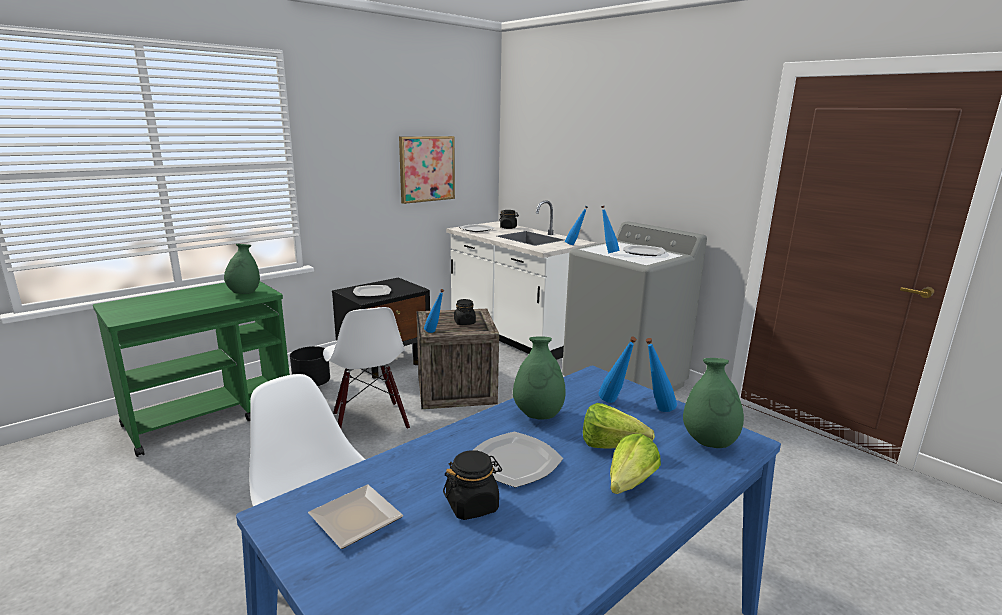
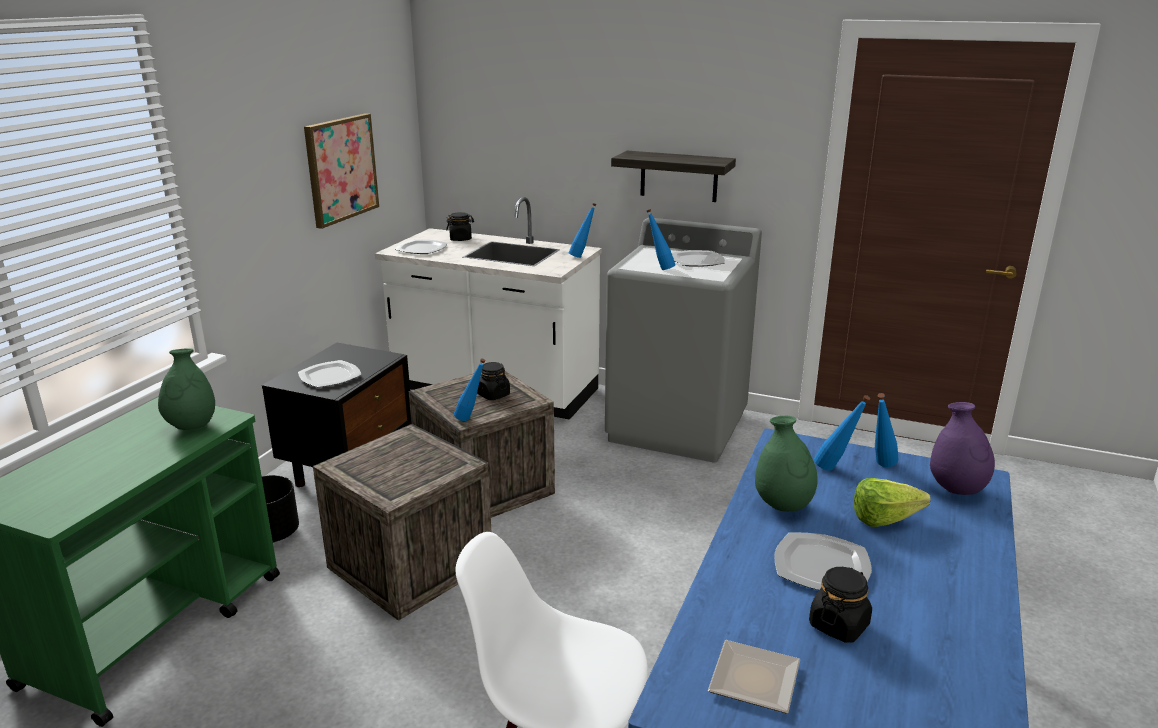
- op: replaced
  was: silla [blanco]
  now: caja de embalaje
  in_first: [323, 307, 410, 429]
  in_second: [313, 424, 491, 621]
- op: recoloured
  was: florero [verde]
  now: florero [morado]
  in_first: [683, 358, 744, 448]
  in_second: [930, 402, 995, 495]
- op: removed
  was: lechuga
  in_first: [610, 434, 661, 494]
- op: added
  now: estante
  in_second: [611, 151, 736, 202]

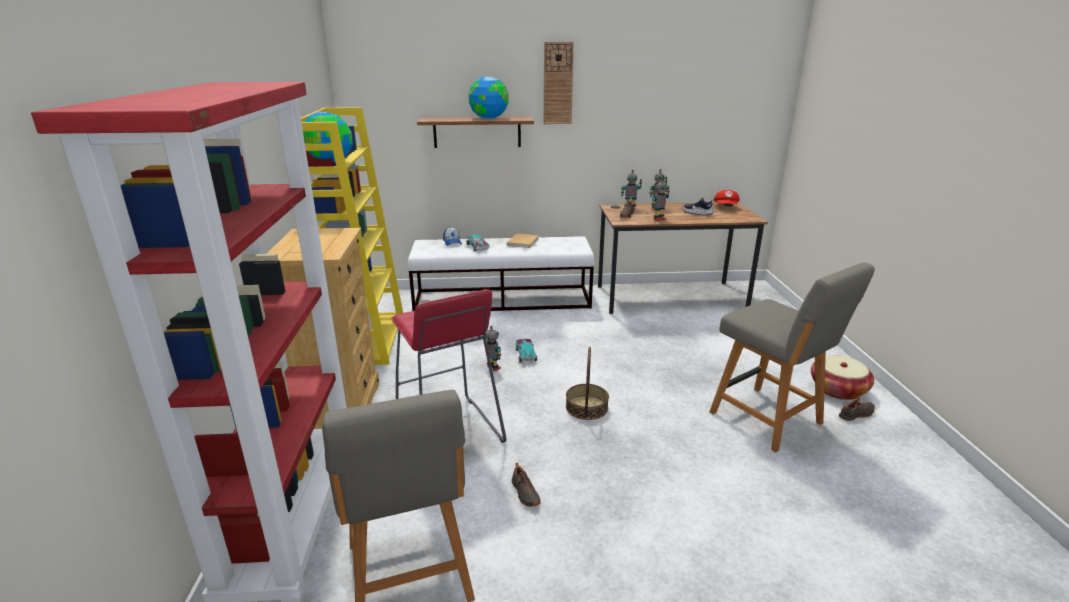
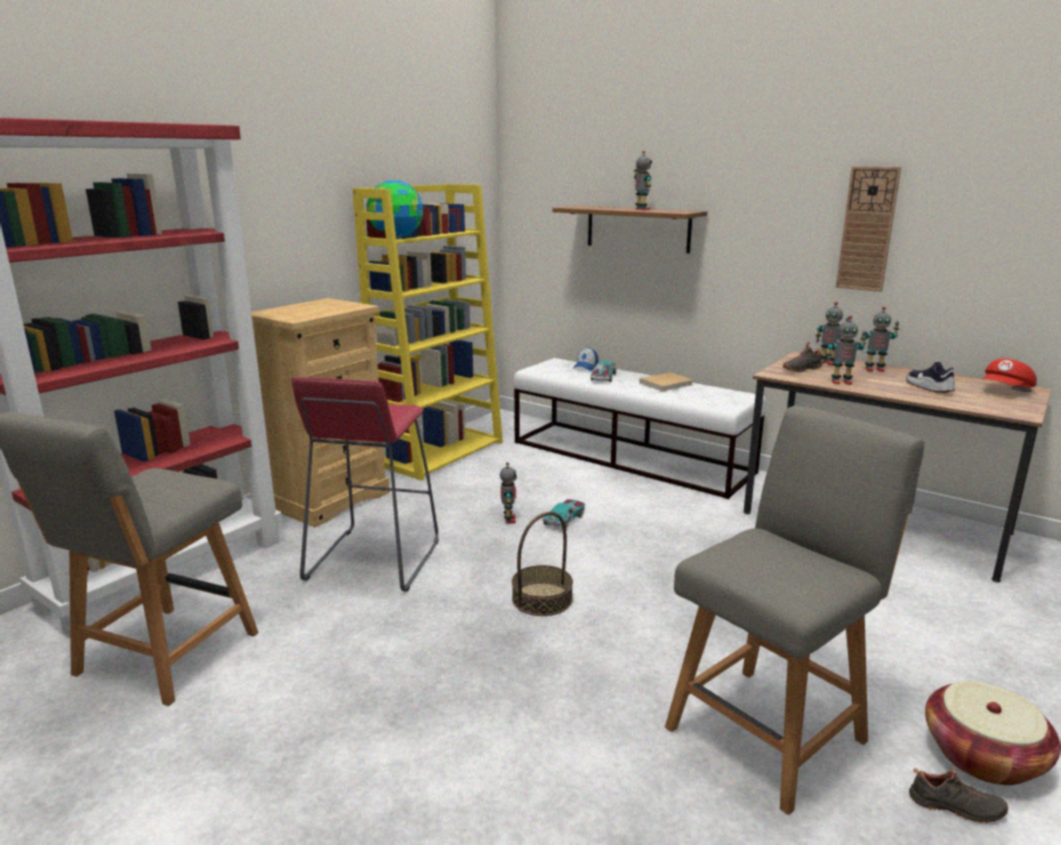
- op: moved
  was: reloj de pared
  in_first: [544, 42, 574, 124]
  in_second: [836, 166, 901, 292]
- op: replaced
  was: globo terráqueo
  now: robot de juguete
  in_first: [468, 76, 509, 119]
  in_second: [634, 151, 652, 210]
- op: turned
  was: silla [gris]
  in_first: [709, 262, 875, 452]
  in_second: [665, 406, 924, 815]
  clockwise: -135
- op: removed
  was: zapato [negro]
  in_first: [512, 463, 540, 507]

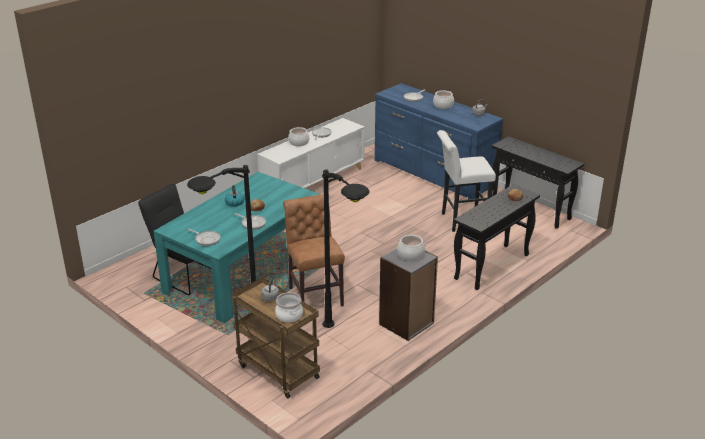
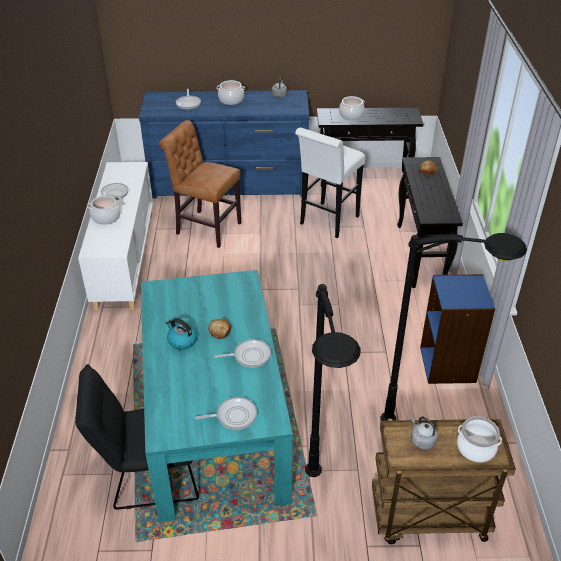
- op: moved
  was: silla [marrón]
  in_first: [283, 194, 345, 307]
  in_second: [159, 120, 241, 248]
- op: moved
  was: olla
  in_first: [397, 235, 426, 261]
  in_second: [339, 96, 365, 120]
- op: recoloured
  was: estantería [gris]
  now: estantería [azul]
  in_first: [379, 248, 438, 341]
  in_second: [420, 274, 495, 384]

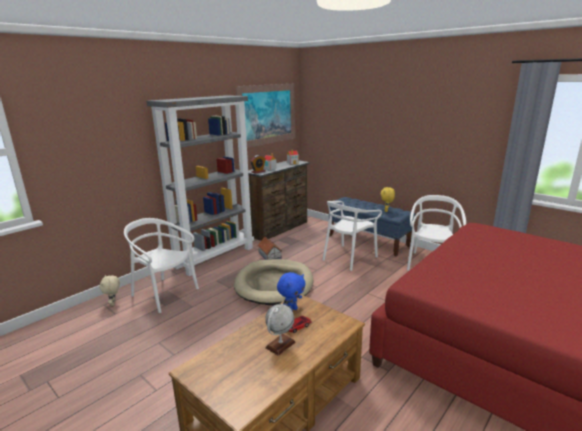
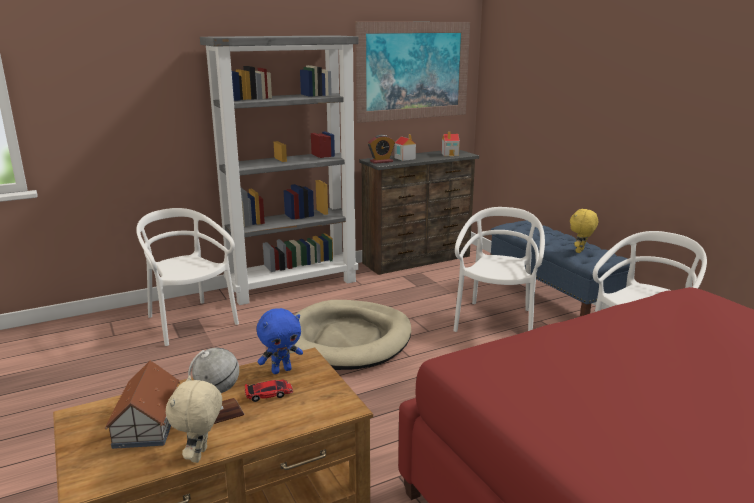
- op: turned
  was: silla [blanco]
  in_first: [323, 201, 382, 271]
  in_second: [453, 207, 545, 332]
  clockwise: 135
- op: moved
  was: casita
  in_first: [257, 237, 282, 260]
  in_second: [105, 360, 180, 449]
- op: moved
  was: peluche [beis]
  in_first: [99, 275, 120, 306]
  in_second: [166, 375, 222, 463]

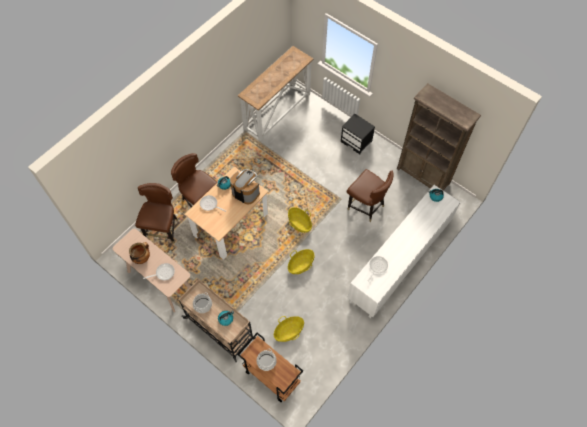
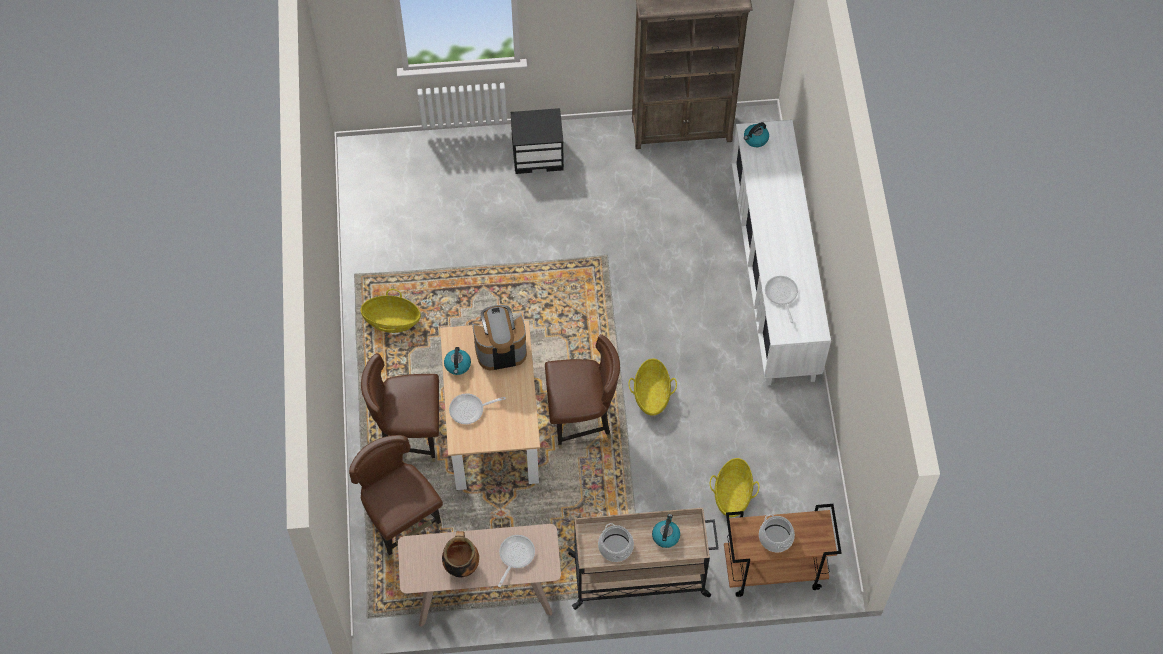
- op: removed
  was: mesa consola
  in_first: [238, 46, 313, 141]
- op: moved
  was: silla [marrón]
  in_first: [347, 169, 394, 222]
  in_second: [545, 334, 620, 449]
- op: moved
  was: cesta
  in_first: [288, 207, 312, 233]
  in_second: [360, 289, 421, 333]

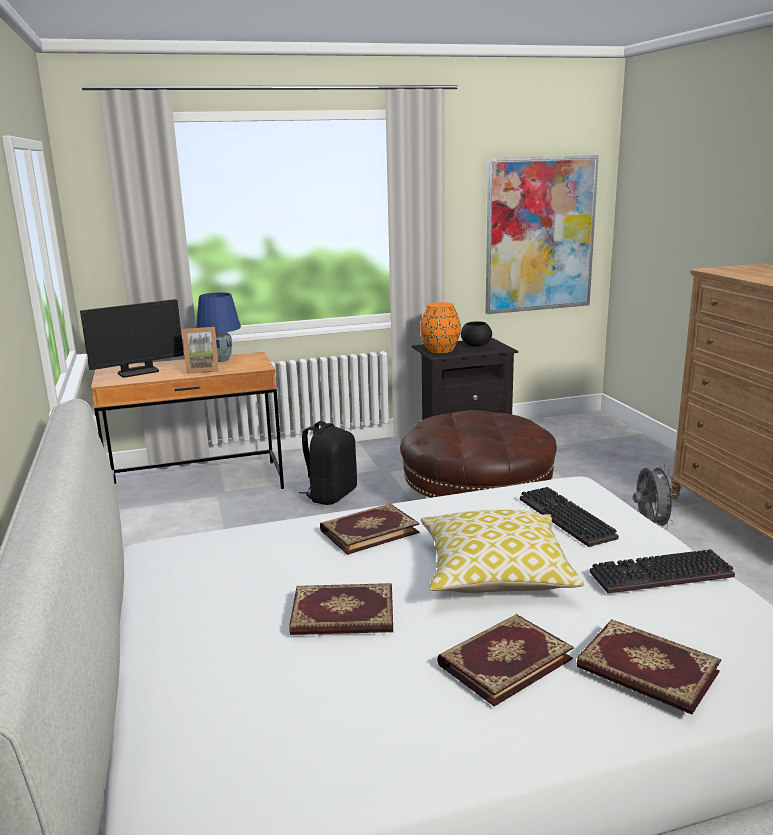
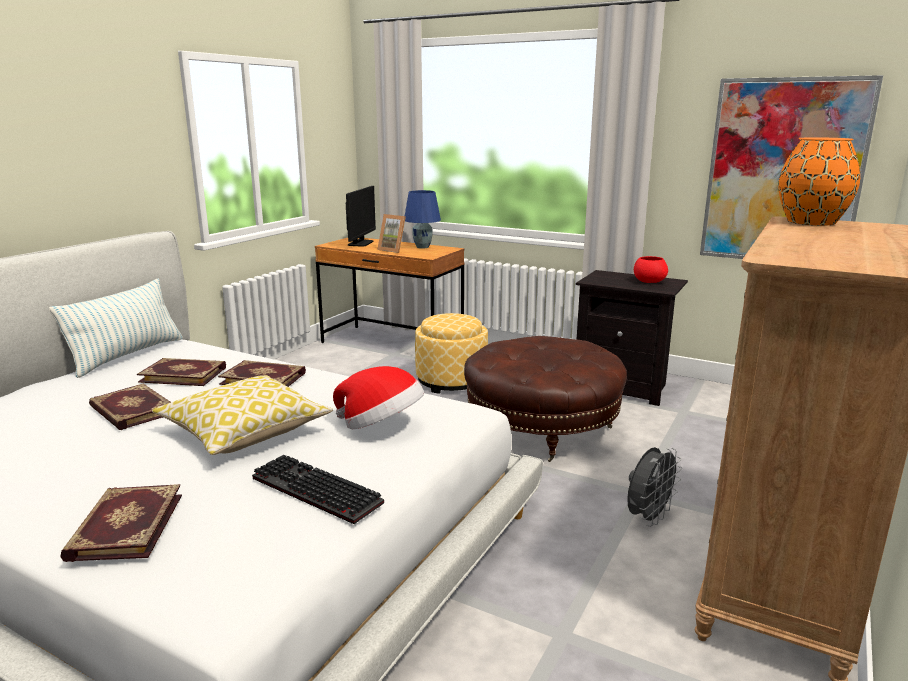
- op: turned
  was: monitor
  in_first: [80, 299, 184, 377]
  in_second: [346, 186, 376, 247]
  clockwise: -90
- op: moved
  was: florero [naranja]
  in_first: [420, 302, 461, 353]
  in_second: [778, 137, 860, 226]
- op: recoloured
  was: cuenco [negro]
  now: cuenco [rojo]
  in_first: [461, 322, 492, 347]
  in_second: [634, 256, 668, 283]
- op: replaced
  was: mochila [negro]
  now: puf
  in_first: [299, 421, 357, 505]
  in_second: [415, 313, 488, 394]
- op: replaced
  was: teclado
  now: sombrero
  in_first: [520, 487, 619, 547]
  in_second: [333, 366, 424, 429]
- op: moved
  was: libro
  in_first: [437, 614, 574, 707]
  in_second: [137, 358, 226, 386]
- op: added
  now: cojín
  in_second: [49, 279, 183, 378]

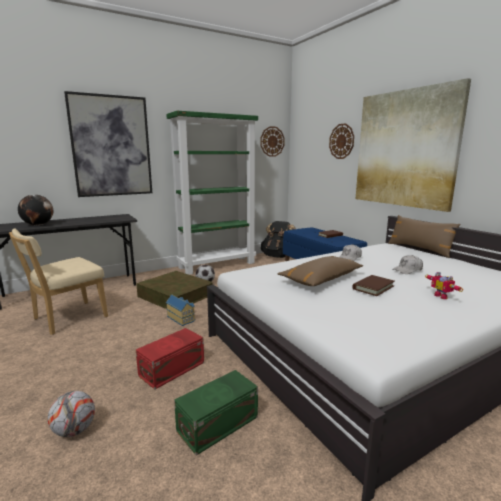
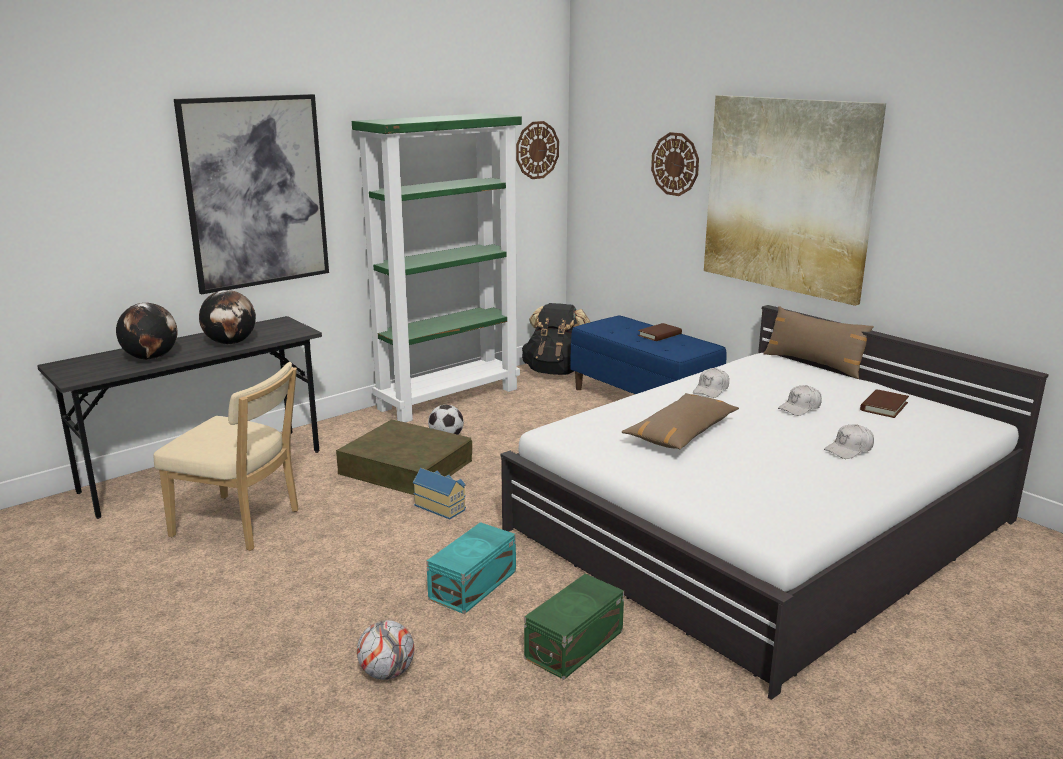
- op: turned
  was: silla [beis]
  in_first: [9, 228, 108, 335]
  in_second: [154, 362, 299, 551]
  clockwise: -105
- op: replaced
  was: robot de juguete
  now: gorra [blanco]
  in_first: [425, 272, 463, 299]
  in_second: [824, 424, 874, 459]
- op: moved
  was: libro [marrón]
  in_first: [352, 275, 395, 296]
  in_second: [860, 389, 909, 418]
- op: recoloured
  was: caja de almacenaje [rojo]
  now: caja de almacenaje [turquesa]
  in_first: [136, 328, 204, 389]
  in_second: [426, 522, 516, 614]
- op: added
  now: globo terráqueo
  in_second: [199, 290, 256, 345]

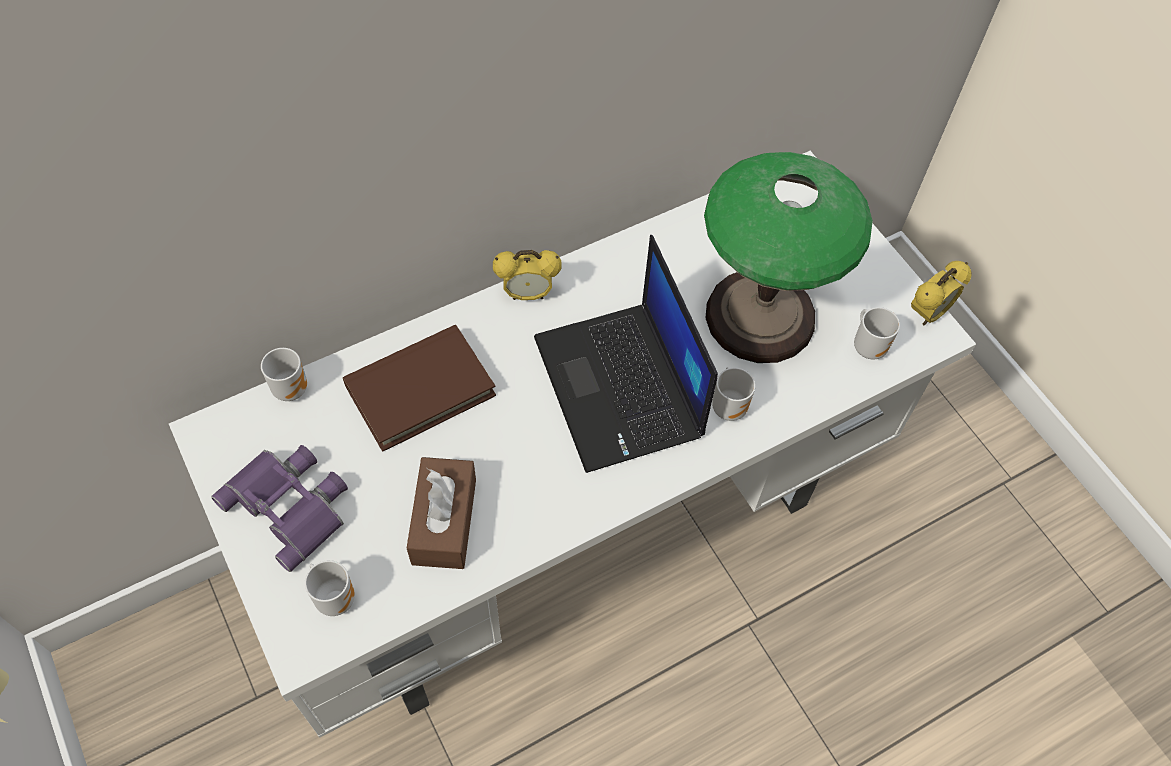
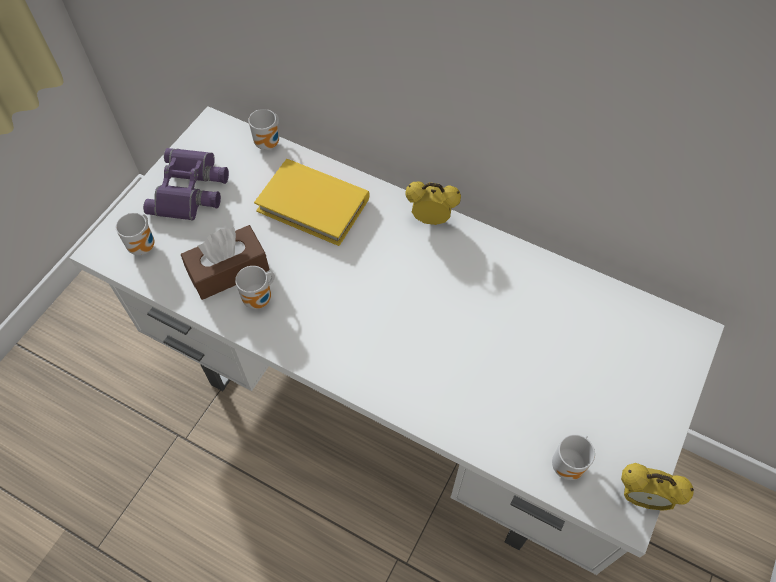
- op: removed
  was: lámpara de mesa
  in_first: [704, 152, 873, 363]
- op: removed
  was: portátil
  in_first: [534, 235, 718, 473]
- op: turned
  was: despertador
  in_first: [493, 250, 562, 300]
  in_second: [405, 181, 461, 225]
  clockwise: 135
- op: recoloured
  was: libro [marrón]
  now: libro [amarillo]
  in_first: [343, 325, 496, 452]
  in_second: [254, 159, 370, 246]
- op: moved
  was: taza grande
  in_first: [712, 367, 755, 421]
  in_second: [235, 266, 275, 309]

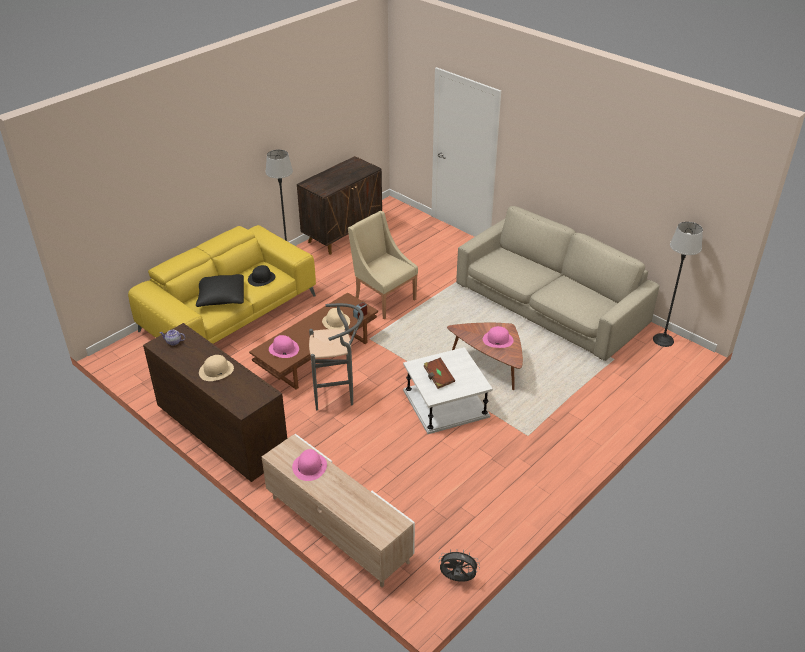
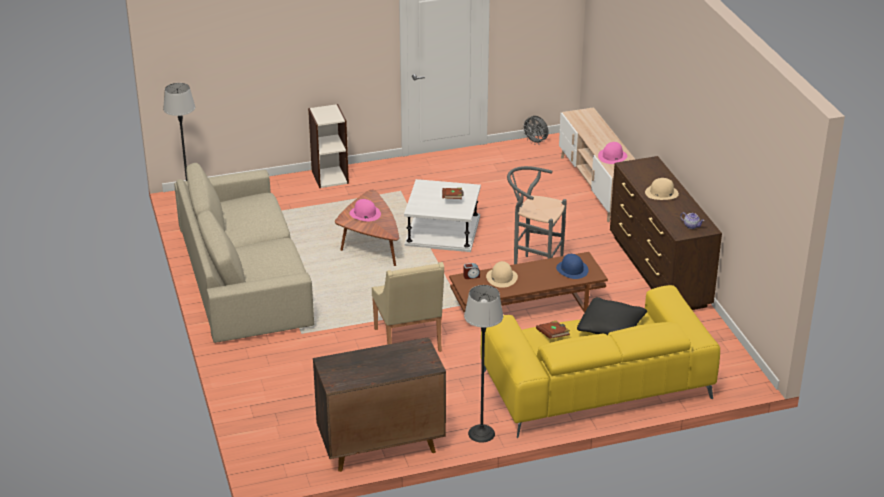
- op: replaced
  was: sombrero [negro]
  now: libro [marrón]
  in_first: [248, 265, 276, 286]
  in_second: [536, 321, 570, 339]
- op: recoloured
  was: sombrero [rosa]
  now: sombrero [azul]
  in_first: [269, 335, 299, 358]
  in_second: [556, 254, 589, 279]
- op: added
  now: estantería
  in_second: [308, 104, 349, 188]

